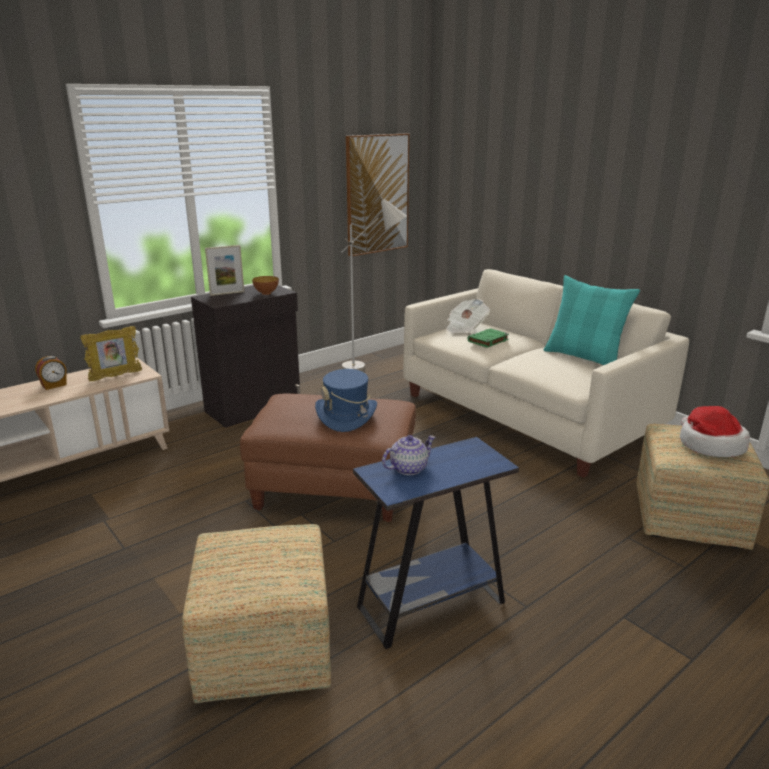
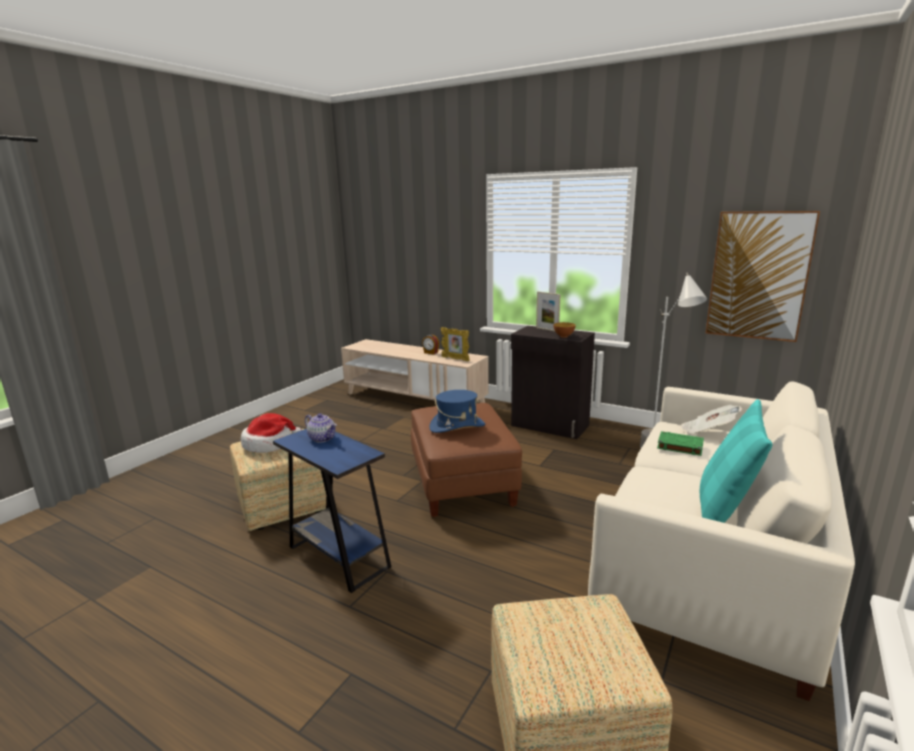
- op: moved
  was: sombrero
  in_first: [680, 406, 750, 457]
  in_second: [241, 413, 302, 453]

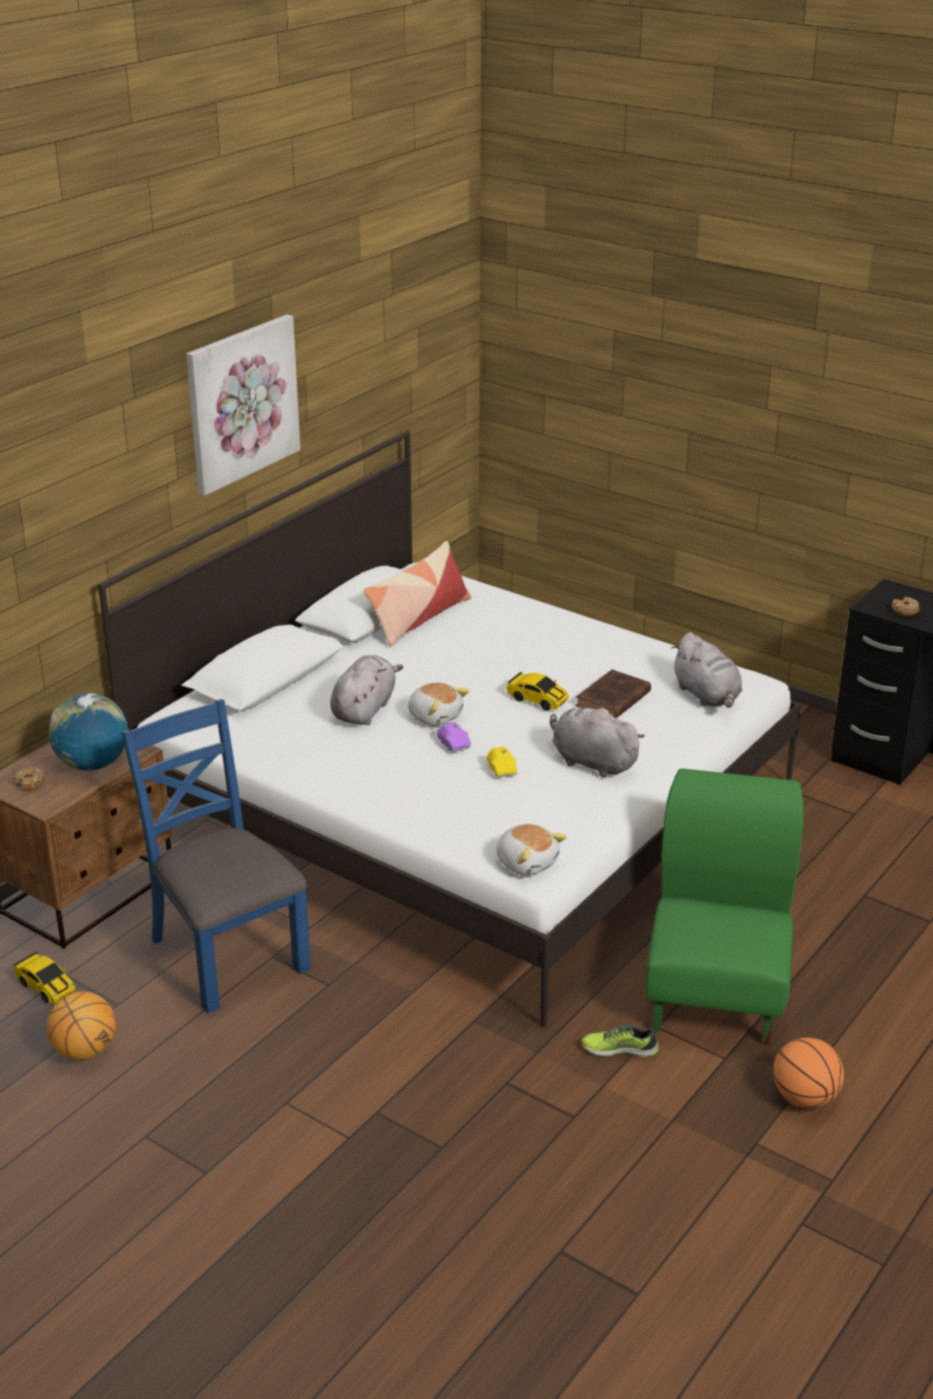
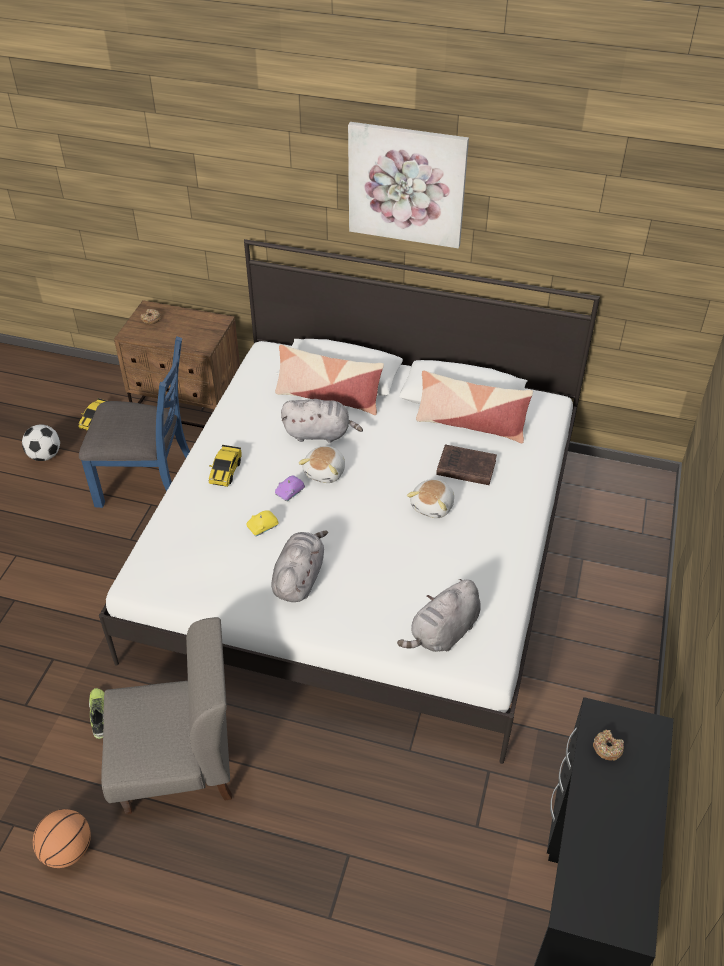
- op: moved
  was: libro [marrón]
  in_first: [576, 670, 651, 718]
  in_second: [436, 444, 497, 485]
- op: moved
  was: coche de juguete
  in_first: [506, 672, 569, 710]
  in_second: [209, 445, 242, 487]
- op: removed
  was: globo terráqueo
  in_first: [49, 693, 128, 771]
- op: turned
  was: silla [azul]
  in_first: [121, 699, 311, 1013]
  in_second: [79, 336, 190, 508]
  clockwise: 60
- op: recoloured
  was: silla [verde]
  now: silla [gris]
  in_first: [645, 768, 804, 1045]
  in_second: [101, 617, 232, 814]
- op: moved
  was: peluche
  in_first: [496, 824, 567, 876]
  in_second: [407, 479, 454, 518]
- op: replaced
  was: balón de baloncesto
  now: balón de fútbol
  in_first: [46, 991, 116, 1060]
  in_second: [22, 425, 60, 461]
- op: added
  now: cojín
  in_second: [275, 345, 384, 415]

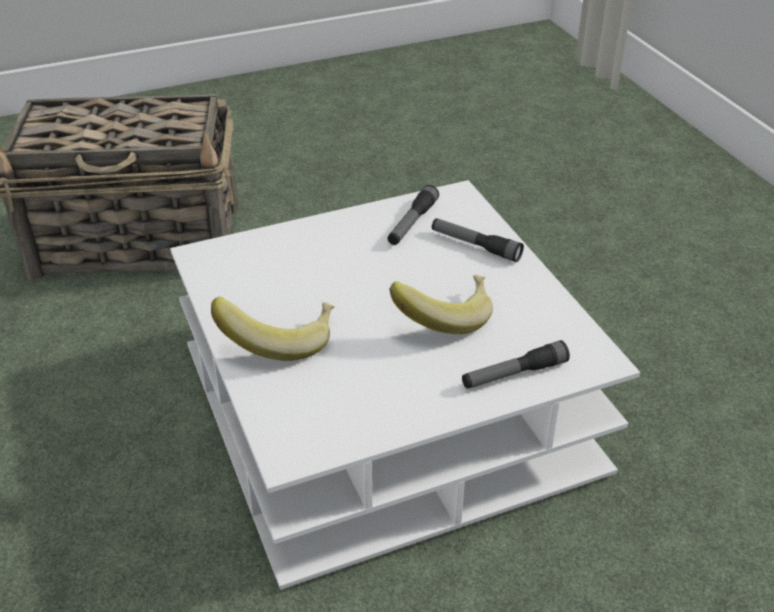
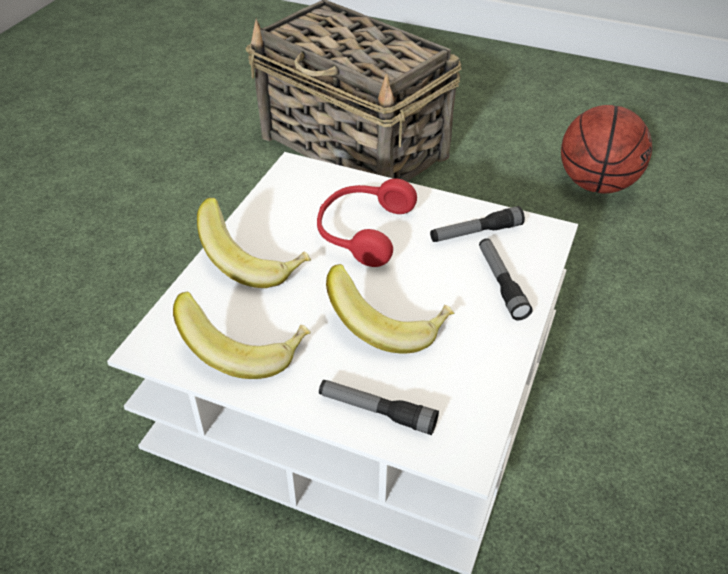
- op: added
  now: balón de baloncesto
  in_second: [561, 105, 652, 193]
- op: added
  now: auriculares [rojo]
  in_second: [317, 178, 417, 267]
- op: added
  now: plátano
  in_second: [173, 292, 311, 379]

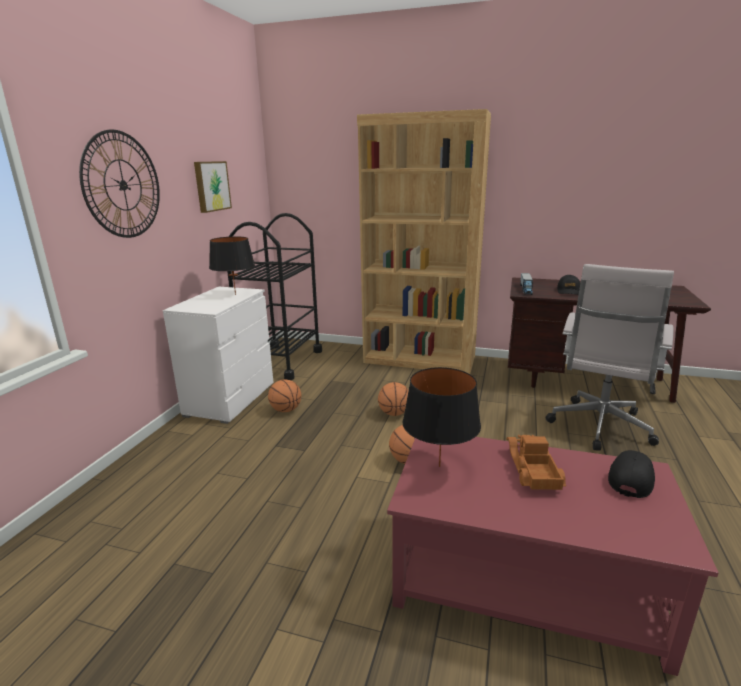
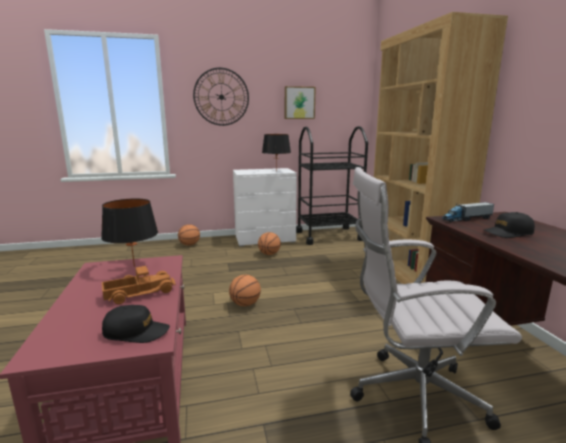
- op: moved
  was: balón de baloncesto
  in_first: [378, 382, 409, 416]
  in_second: [178, 224, 200, 246]

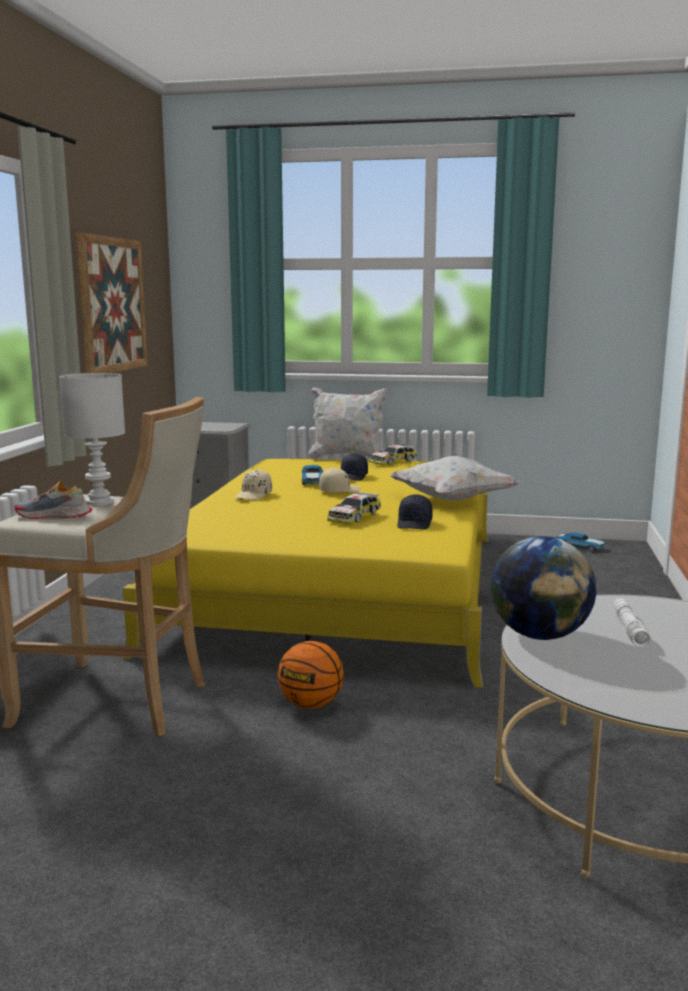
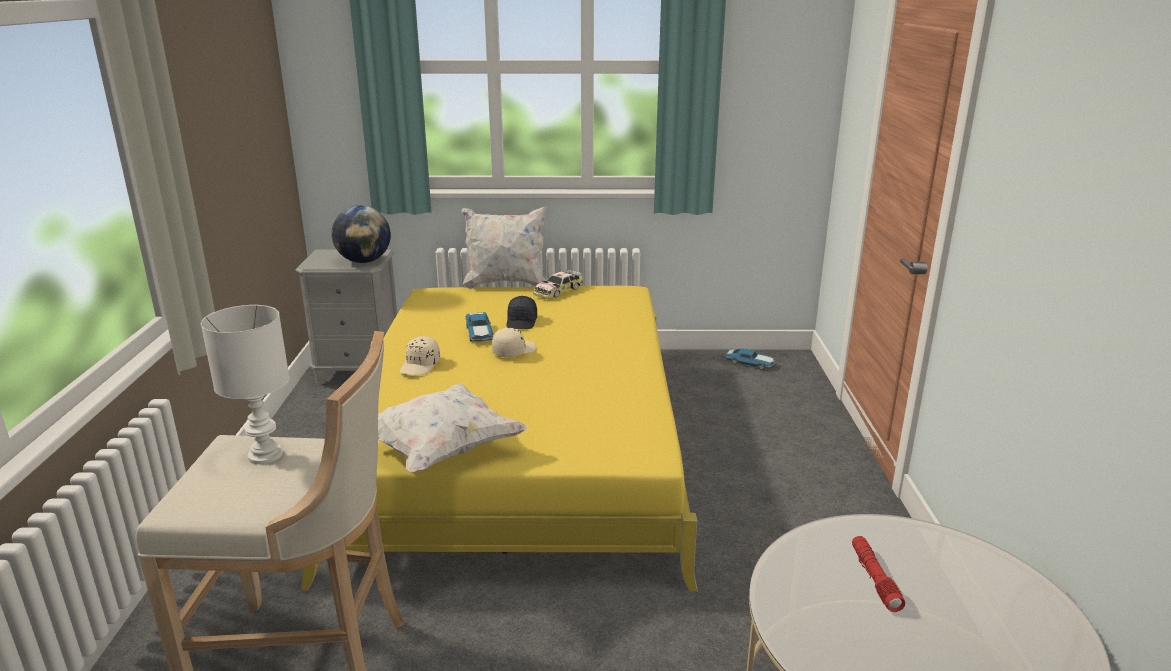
- op: removed
  was: cuadro
  in_first: [76, 232, 147, 373]
- op: moved
  was: cojín [blanco]
  in_first: [389, 456, 520, 500]
  in_second: [378, 383, 528, 472]
- op: removed
  was: zapato
  in_first: [15, 481, 92, 519]
- op: removed
  was: coche de juguete
  in_first: [327, 492, 381, 524]
- op: removed
  was: gorra [negro]
  in_first: [397, 494, 433, 530]
- op: moved
  was: globo terráqueo
  in_first: [490, 536, 596, 640]
  in_second: [332, 205, 391, 263]
- op: recoloured
  was: linterna [blanco]
  now: linterna [rojo]
  in_first: [614, 598, 651, 647]
  in_second: [852, 536, 905, 612]
- op: removed
  was: balón de baloncesto
  in_first: [277, 641, 344, 708]

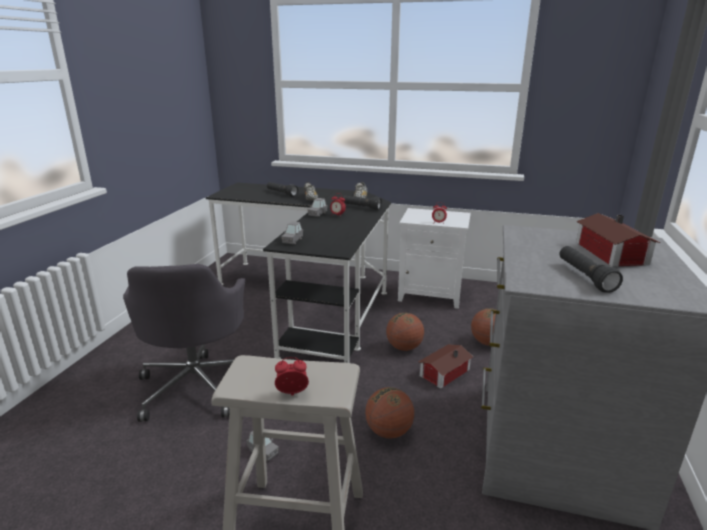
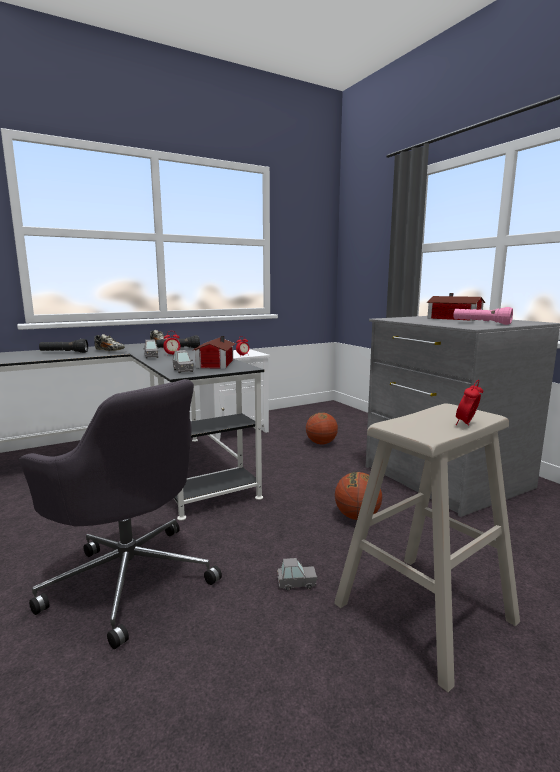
- op: recoloured
  was: linterna [negro]
  now: linterna [rosa]
  in_first: [559, 246, 623, 293]
  in_second: [453, 307, 513, 325]
- op: removed
  was: balón de baloncesto
  in_first: [386, 313, 424, 351]
- op: moved
  was: casita
  in_first: [418, 344, 473, 389]
  in_second: [192, 336, 235, 369]

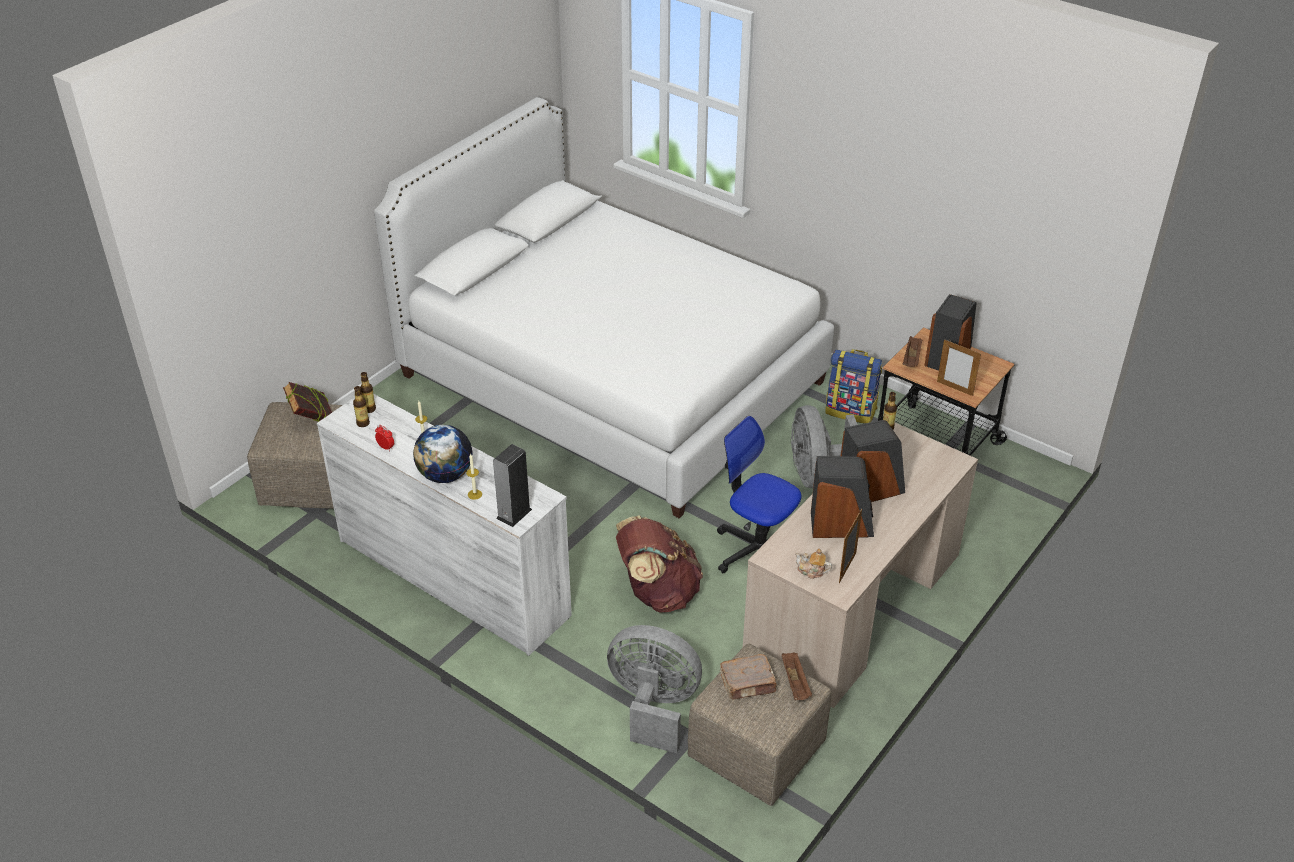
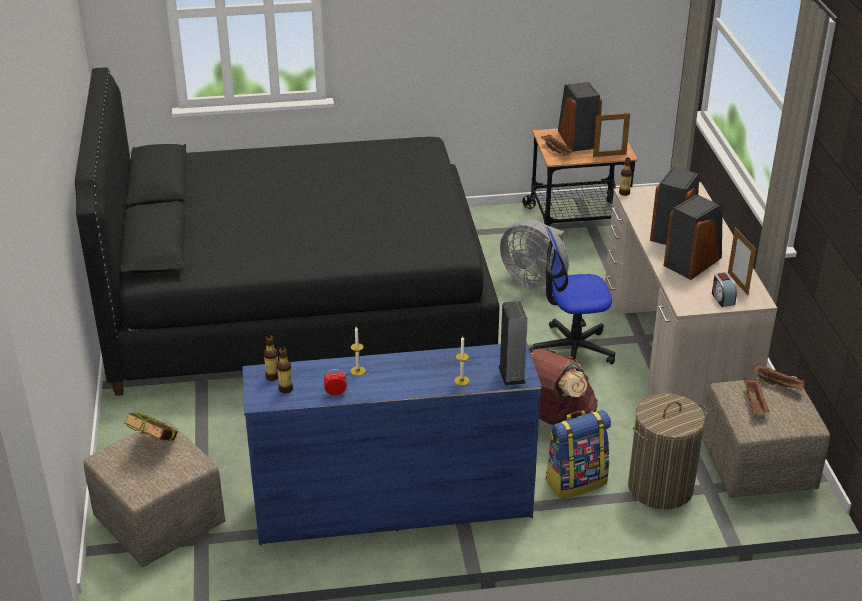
- op: recoloured
  was: cama [blanco]
  now: cama [negro]
  in_first: [374, 97, 835, 518]
  in_second: [75, 68, 500, 396]
- op: moved
  was: mochila
  in_first: [825, 349, 882, 423]
  in_second: [545, 410, 611, 499]
- op: recoloured
  was: cómoda [blanco]
  now: cómoda [azul]
  in_first: [317, 394, 572, 656]
  in_second: [242, 342, 542, 545]
- op: removed
  was: globo terráqueo
  in_first: [413, 425, 473, 483]
- op: replaced
  was: tetera
  now: despertador
  in_first: [795, 548, 832, 579]
  in_second: [712, 272, 737, 307]
- op: replaced
  was: ventilador [gris]
  now: cesto de la ropa
  in_first: [607, 625, 702, 753]
  in_second: [628, 393, 707, 510]
- op: replaced
  was: libro [marrón]
  now: bandeja [marrón]
  in_first: [720, 654, 777, 699]
  in_second: [744, 378, 769, 414]

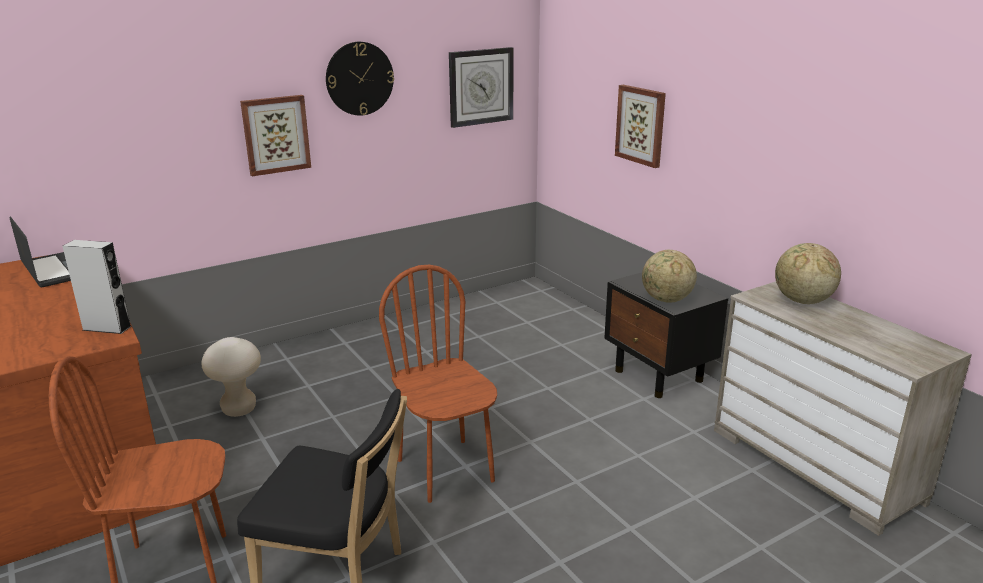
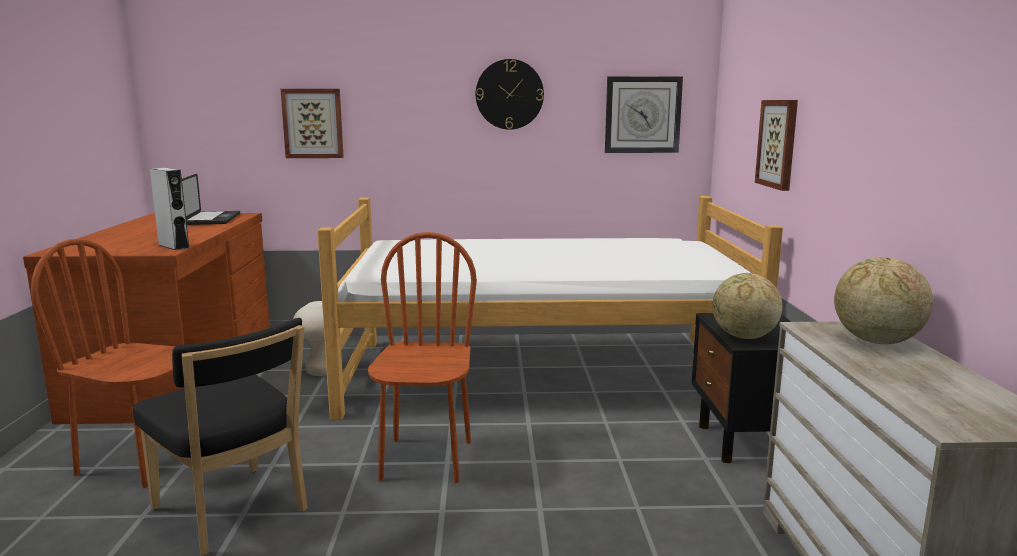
- op: moved
  was: cuadro
  in_first: [240, 95, 311, 176]
  in_second: [281, 89, 344, 158]
- op: added
  now: cama
  in_second: [317, 196, 783, 420]

